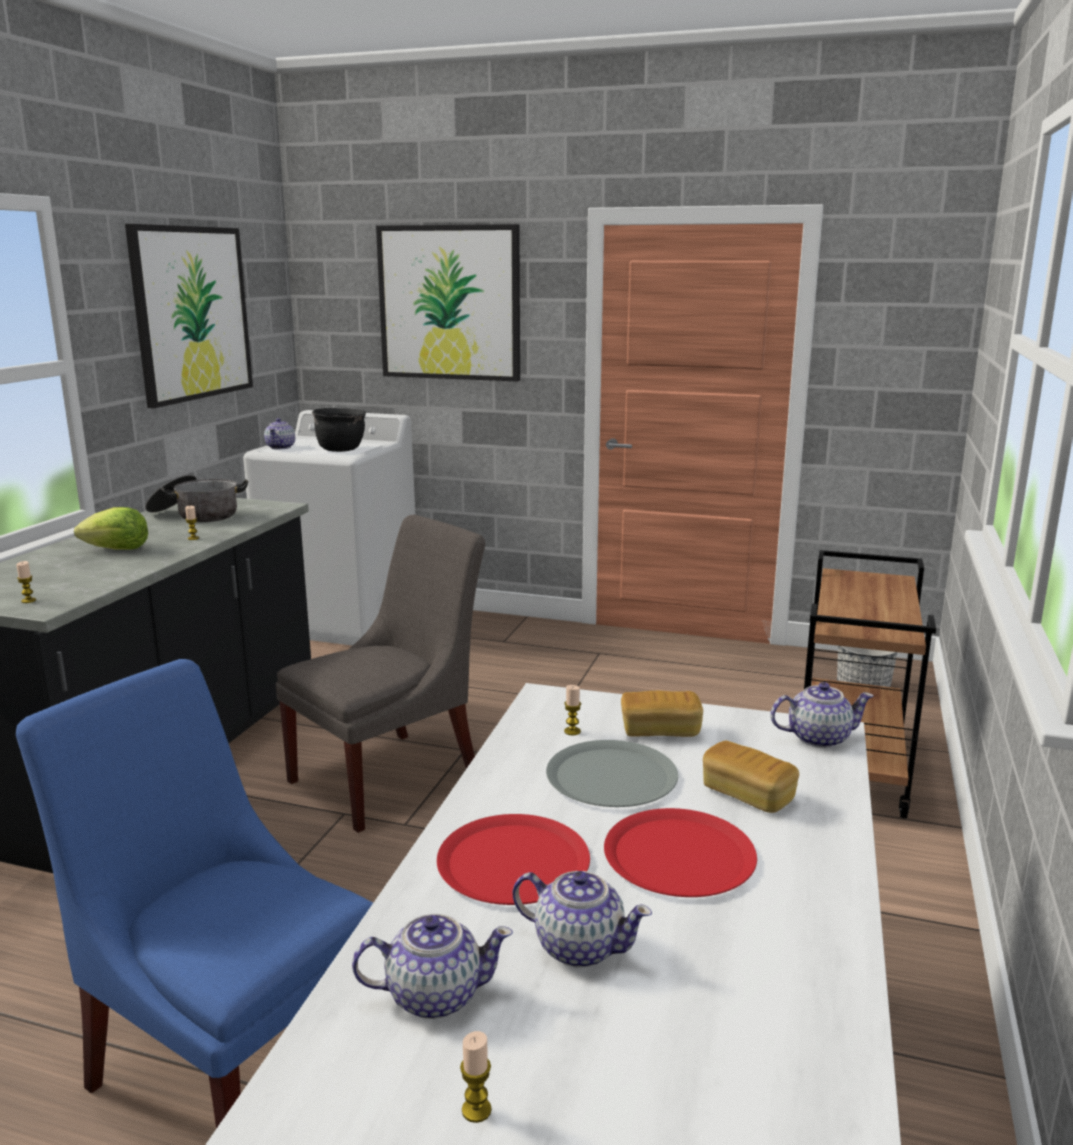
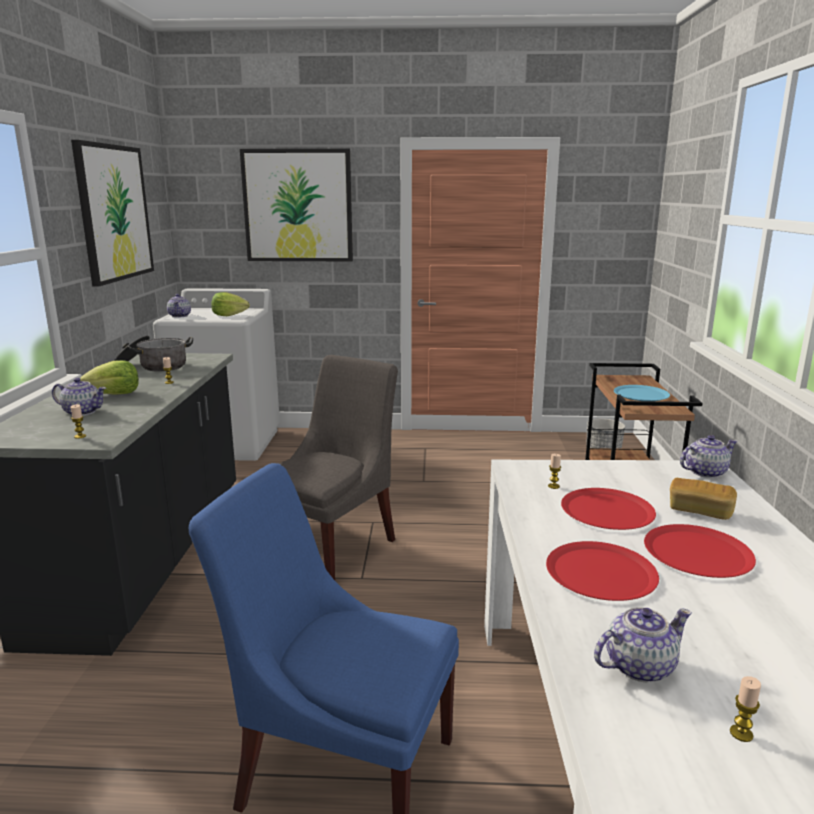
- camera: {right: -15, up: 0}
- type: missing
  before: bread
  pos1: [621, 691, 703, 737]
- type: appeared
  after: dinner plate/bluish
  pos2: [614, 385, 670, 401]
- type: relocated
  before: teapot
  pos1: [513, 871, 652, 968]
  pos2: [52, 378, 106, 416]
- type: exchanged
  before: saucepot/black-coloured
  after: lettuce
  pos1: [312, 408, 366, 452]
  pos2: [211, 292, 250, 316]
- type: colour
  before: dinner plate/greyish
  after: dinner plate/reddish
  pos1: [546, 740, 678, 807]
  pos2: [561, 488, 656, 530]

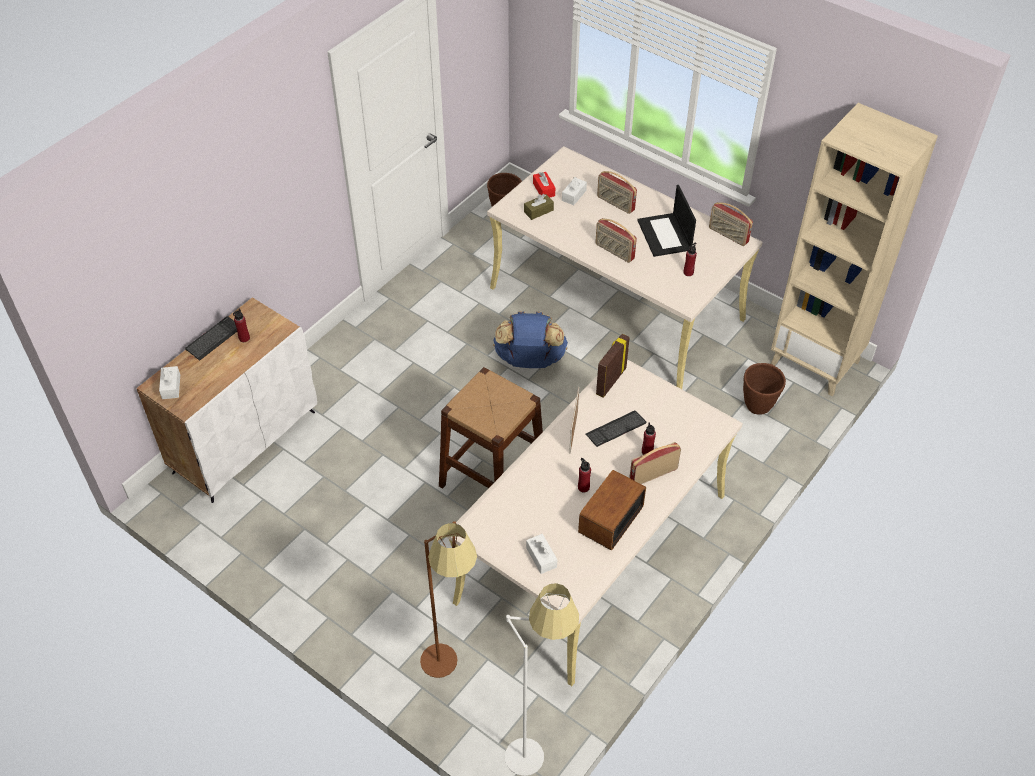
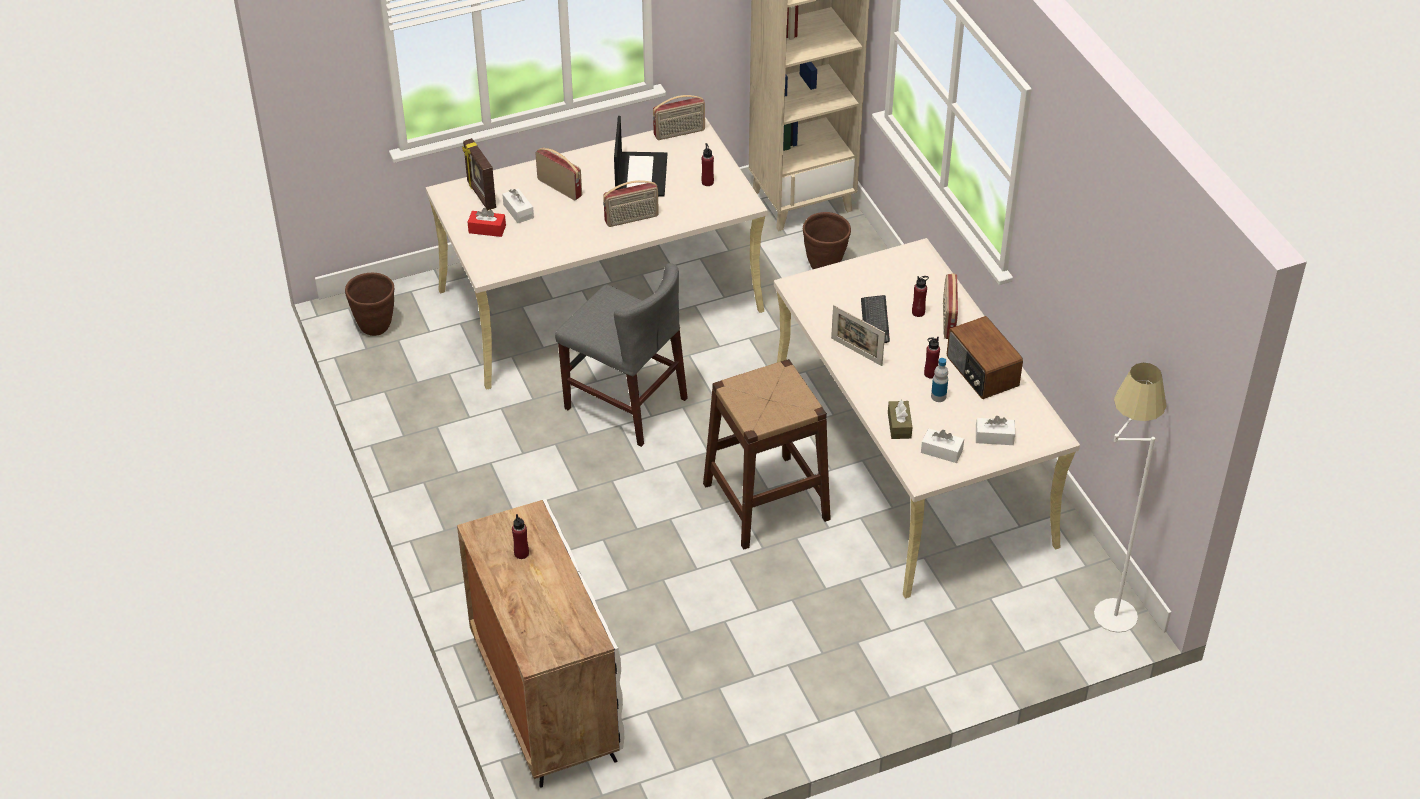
- camera: {right: -60, up: -5}
- type: missing
  before: computer keyboard
  pos1: [185, 316, 237, 361]
- type: missing
  before: floor lamp/brown
  pos1: [420, 521, 477, 678]
- type: appeared
  after: beverage bottle
  pos2: [931, 358, 948, 402]
- type: relocated
  before: tissue holder/white-coloured
  pos1: [159, 366, 180, 399]
  pos2: [921, 428, 964, 463]
- type: relocated
  before: tissue holder/brown
  pos1: [524, 194, 554, 220]
  pos2: [888, 399, 912, 439]
- type: relocated
  before: picture frame
  pos1: [596, 334, 630, 398]
  pos2: [462, 138, 496, 210]
- type: exchanged
  before: backpack/bluish
  after: plain chair/greyish
  pos1: [493, 311, 568, 368]
  pos2: [555, 263, 688, 447]
- type: spun
  before: radio set
  pos1: [597, 171, 637, 214]
  pos2: [536, 147, 582, 201]
  turn: -120
- type: spun
  before: notebook computer
  pos1: [637, 185, 696, 257]
  pos2: [614, 116, 667, 197]
  turn: -105

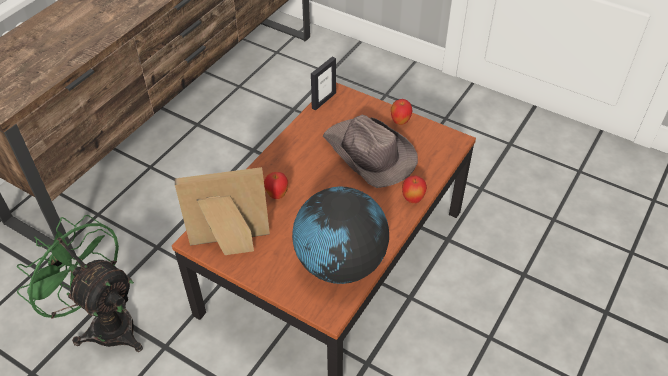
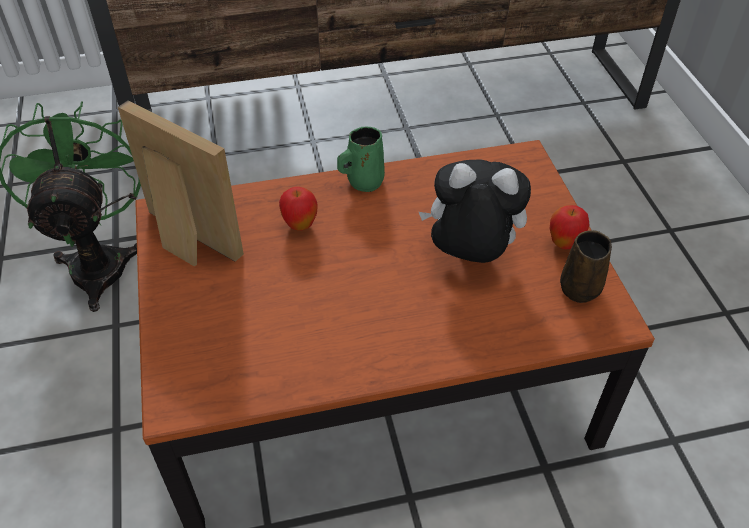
- camera: {right: 45, up: 0}
- type: missing
  before: globe
  pos1: [292, 186, 389, 284]
- type: missing
  before: picture frame
  pos1: [311, 57, 336, 111]
- type: missing
  before: apple fruit
  pos1: [402, 175, 427, 203]
- type: appeared
  after: mug/green
  pos2: [337, 127, 385, 192]
- type: appeared
  after: mug/brown
  pos2: [560, 230, 612, 303]
- type: exchanged
  before: clothing hat/brown
  after: plush toy
  pos1: [323, 115, 418, 188]
  pos2: [419, 159, 531, 263]

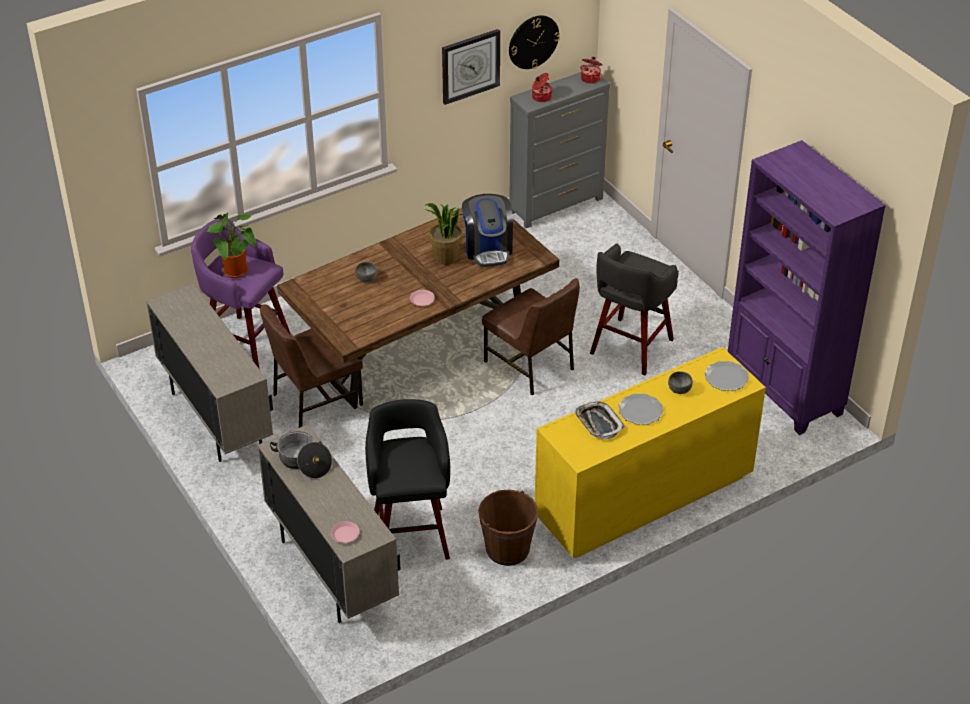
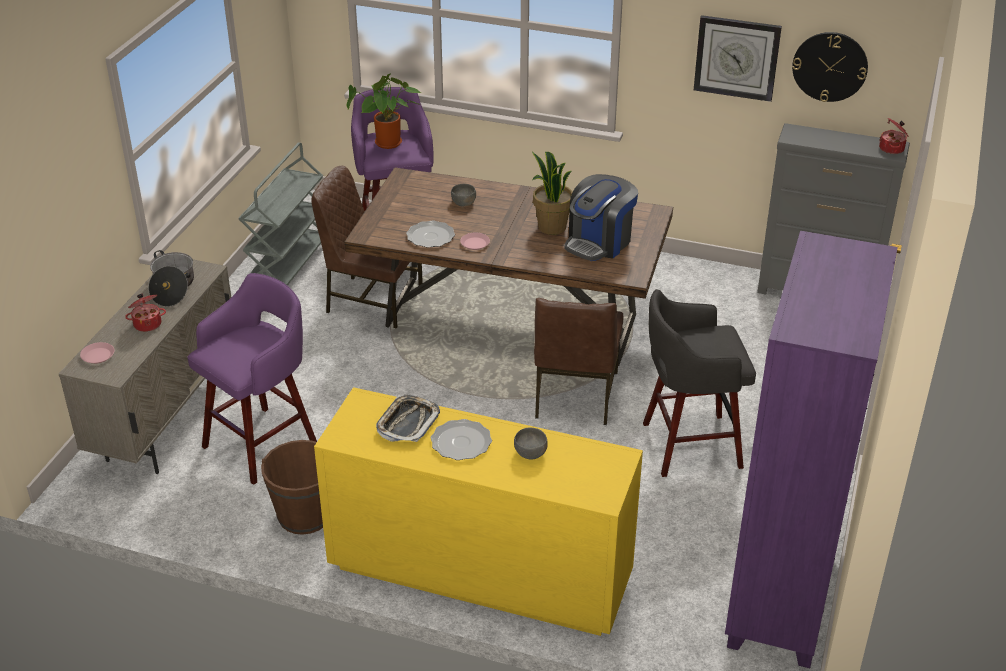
- camera: {right: 50, up: -5}
- type: relocated
  before: saucepot
  pos1: [532, 73, 552, 102]
  pos2: [125, 293, 166, 332]
- type: relocated
  before: dinner plate
  pos1: [705, 361, 749, 391]
  pos2: [406, 221, 455, 247]
- type: exchanged
  before: cabinet/beige
  after: cart/greyish
  pos1: [146, 283, 273, 462]
  pos2: [239, 142, 323, 286]
- type: colour
  before: stool/black-coloured
  after: stool/purple-coloured
  pos1: [365, 399, 450, 560]
  pos2: [187, 273, 317, 485]

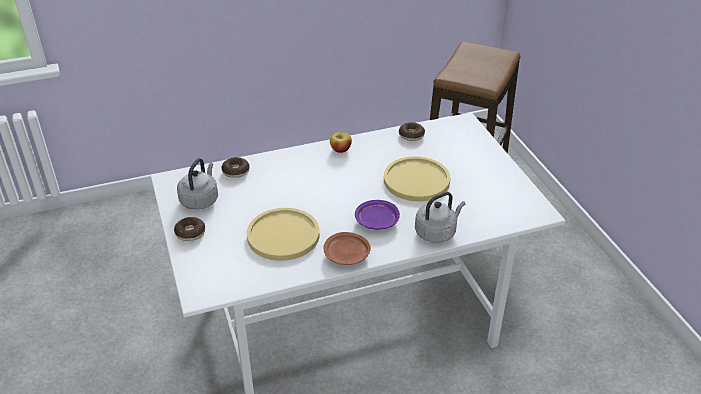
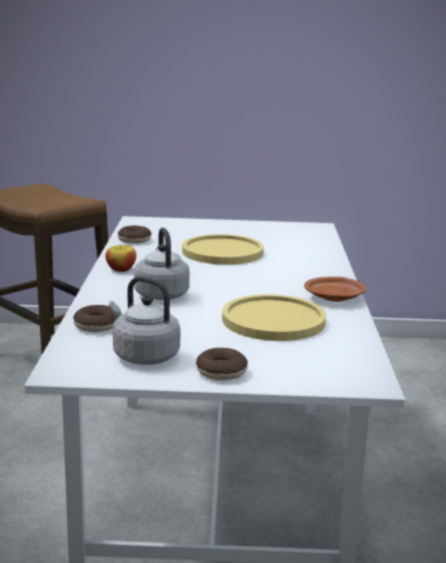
- camera: {right: -70, up: -20}
- type: missing
  before: dinner plate/purple-coloured
  pos1: [355, 200, 400, 230]
- type: relocated
  before: tea kettle/greyish
  pos1: [415, 192, 465, 243]
  pos2: [134, 227, 190, 300]

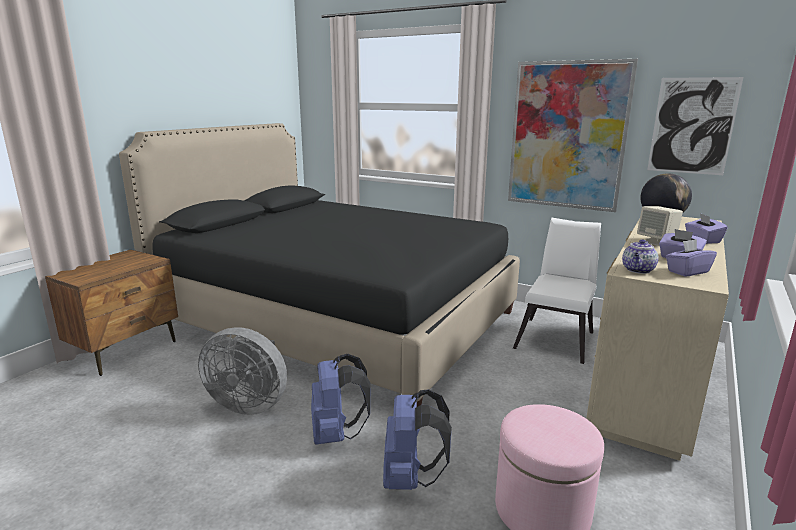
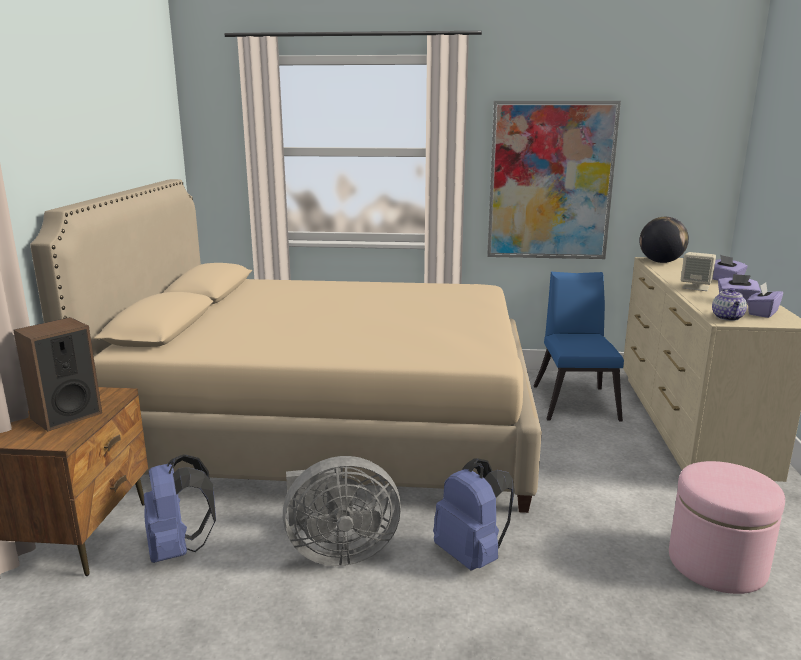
- camera: {right: -25, up: 0}
- type: missing
  before: picture
  pos1: [647, 77, 743, 175]
- type: appeared
  after: audio speaker
  pos2: [14, 317, 102, 431]
- type: relocated
  before: backpack/bluish
  pos1: [383, 389, 452, 490]
  pos2: [144, 454, 216, 563]
- type: colour
  before: sleeping bed/black-coloured
  after: sleeping bed/beige
  pos1: [119, 123, 520, 407]
  pos2: [30, 179, 542, 513]
- type: colour
  before: plain chair/white-coloured
  after: plain chair/bluish
  pos1: [513, 218, 601, 364]
  pos2: [533, 272, 624, 421]

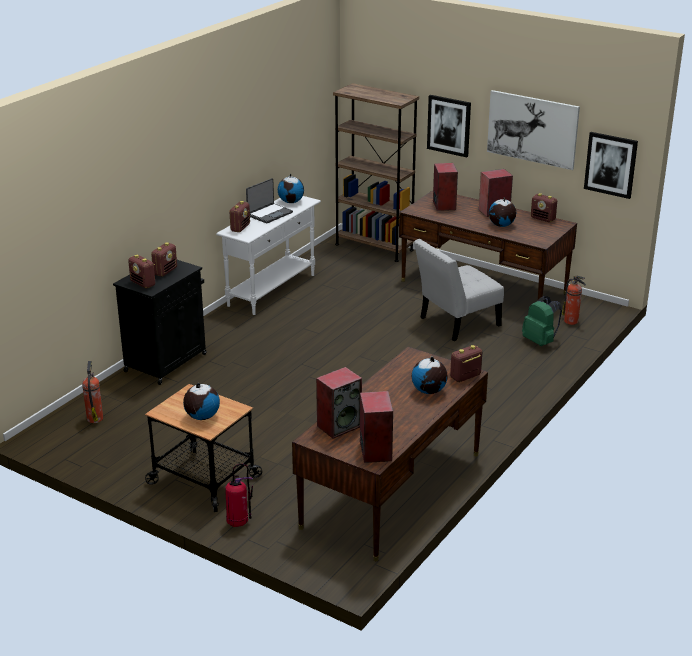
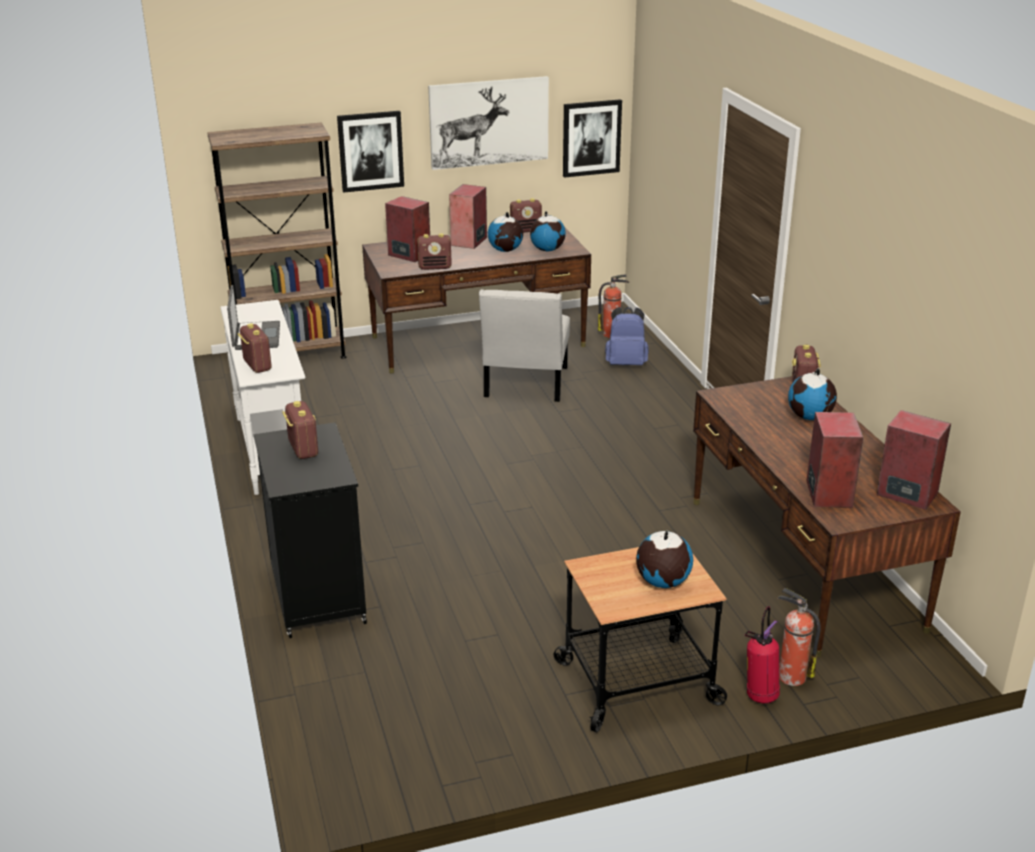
- camera: {right: -50, up: 0}
- type: relocated
  before: extinguisher
  pos1: [82, 361, 103, 423]
  pos2: [777, 588, 821, 686]
- type: relocated
  before: radio set
  pos1: [128, 255, 155, 289]
  pos2: [417, 234, 452, 270]
- type: relocated
  before: globe
  pos1: [278, 173, 304, 203]
  pos2: [530, 211, 566, 251]
- type: colour
  before: backpack/green
  after: backpack/bluish
  pos1: [522, 296, 562, 346]
  pos2: [605, 307, 649, 365]

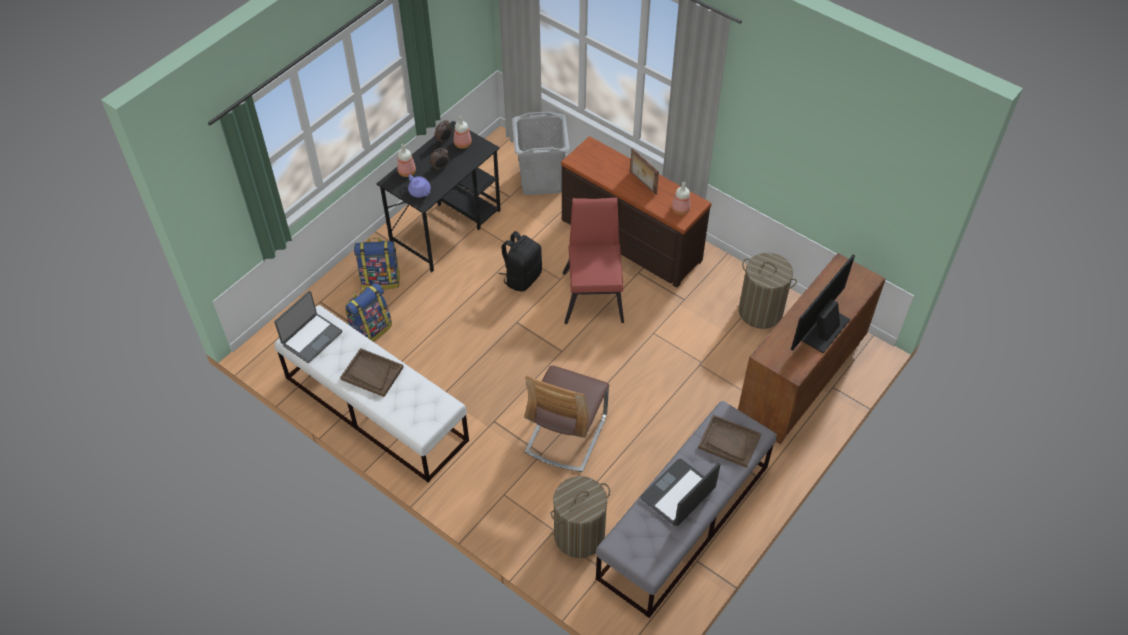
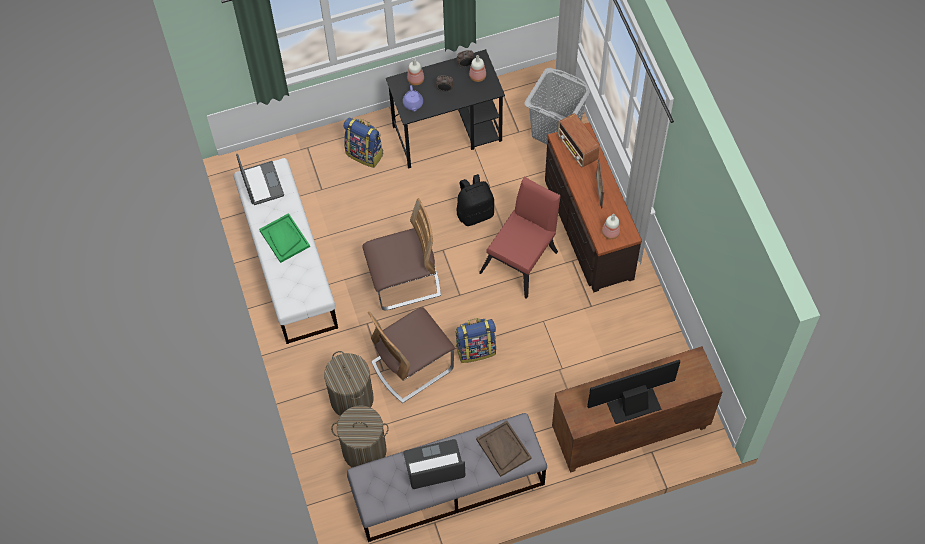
- camera: {right: 35, up: 10}
- type: appeared
  after: plain chair
  pos2: [362, 198, 441, 310]
- type: appeared
  after: radio set
  pos2: [558, 113, 599, 167]
- type: relocated
  before: backpack
  pos1: [345, 283, 392, 342]
  pos2: [456, 318, 496, 363]
- type: relocated
  before: laundry basket
  pos1: [739, 253, 797, 329]
  pos2: [324, 351, 374, 416]
- type: colour
  before: carrying tray/brown
  after: carrying tray/green
  pos1: [340, 348, 404, 397]
  pos2: [259, 213, 310, 263]
- type: spun
  before: notebook computer
  pos1: [274, 291, 343, 363]
  pos2: [236, 154, 284, 205]
  turn: -90

